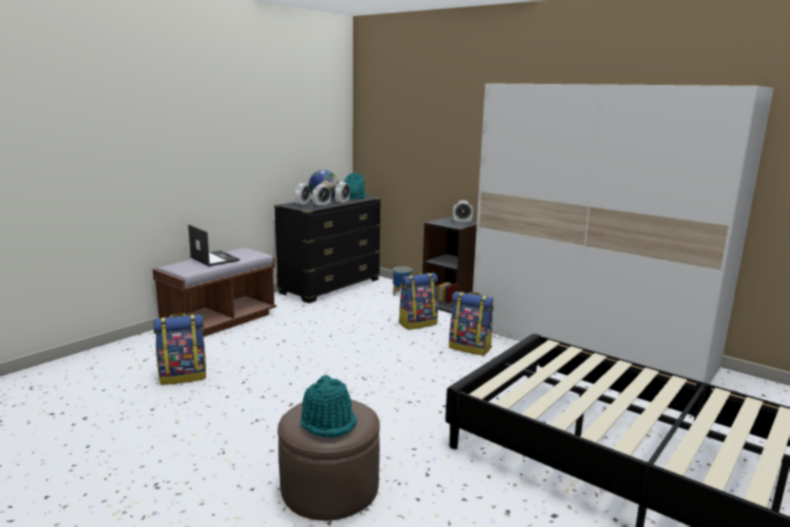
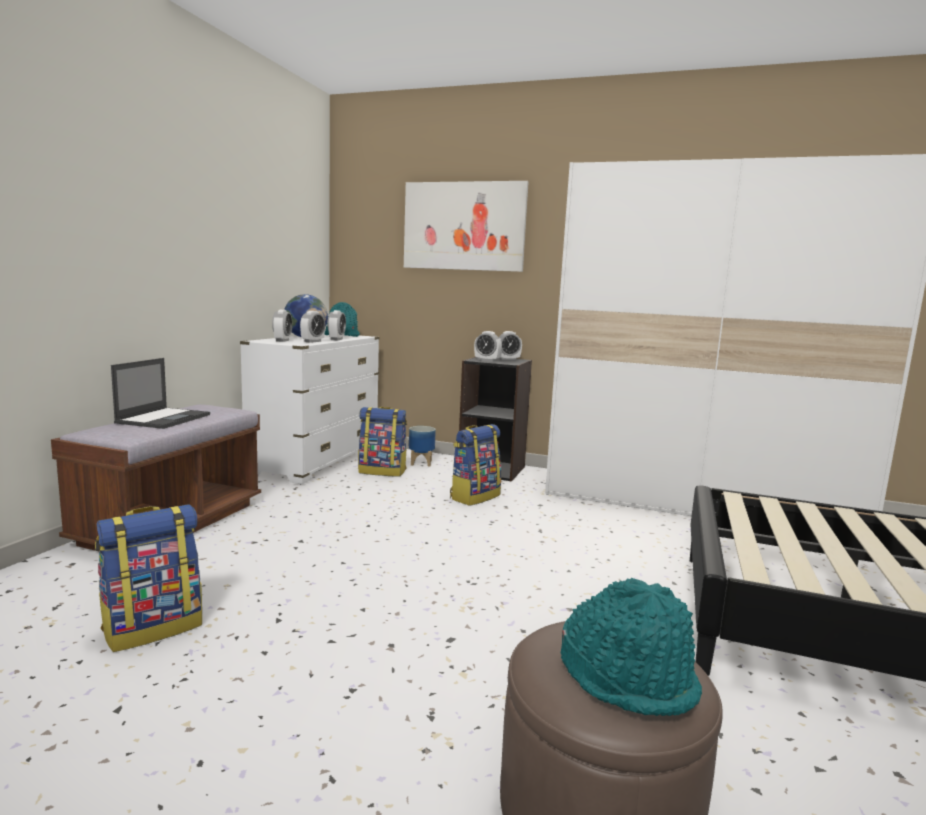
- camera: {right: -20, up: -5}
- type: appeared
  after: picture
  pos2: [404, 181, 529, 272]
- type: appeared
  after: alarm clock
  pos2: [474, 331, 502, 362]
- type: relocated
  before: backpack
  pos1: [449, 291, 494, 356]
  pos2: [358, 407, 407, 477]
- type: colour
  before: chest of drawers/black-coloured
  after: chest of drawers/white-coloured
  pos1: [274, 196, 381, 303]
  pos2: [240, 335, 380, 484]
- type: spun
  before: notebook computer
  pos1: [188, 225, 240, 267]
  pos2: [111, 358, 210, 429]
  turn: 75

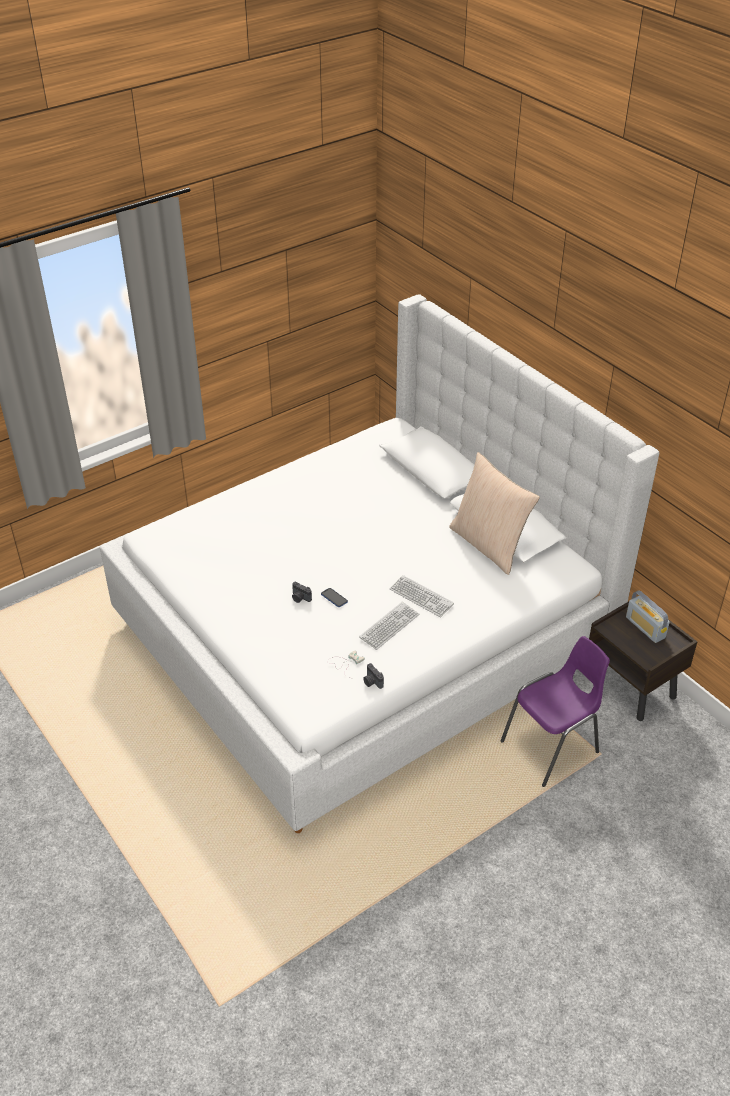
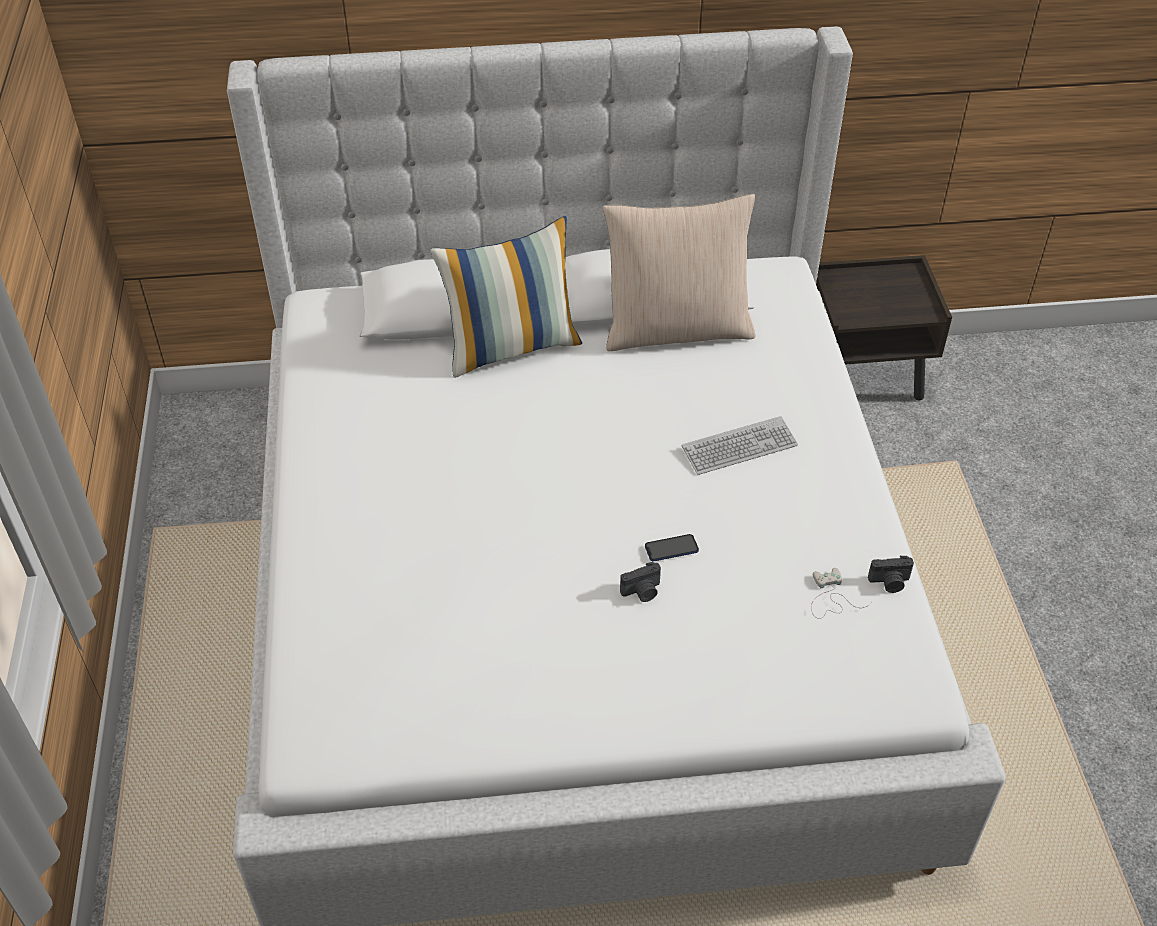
- camera: {right: -60, up: 5}
- type: missing
  before: computer keyboard
  pos1: [359, 602, 419, 650]
- type: missing
  before: plain chair/purple-coloured
  pos1: [501, 636, 610, 787]
- type: missing
  before: radio set
  pos1: [626, 590, 670, 643]
- type: appeared
  after: cushion
  pos2: [430, 216, 582, 378]

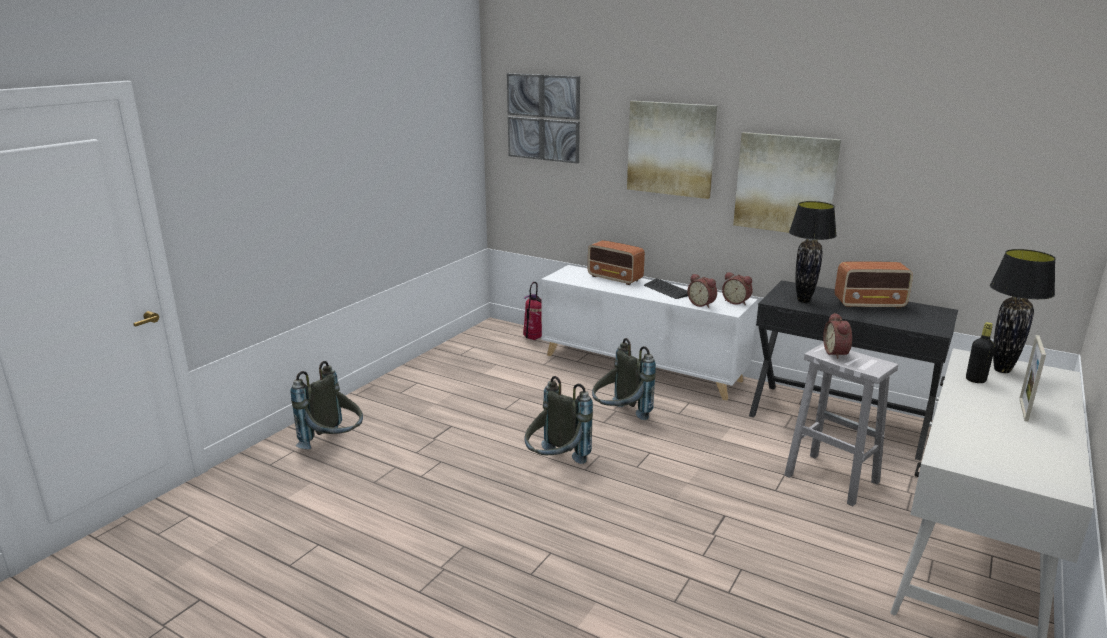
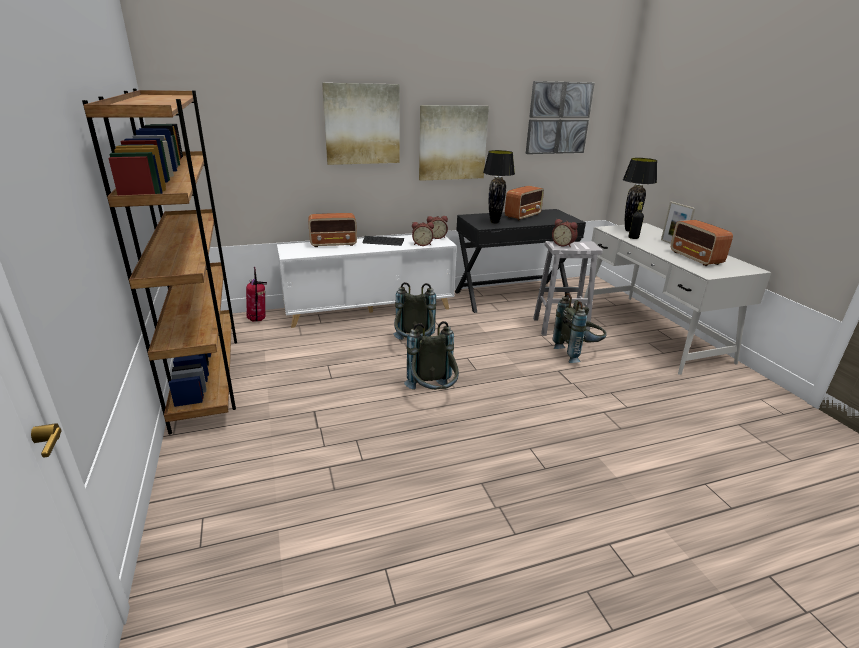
- camera: {right: -50, up: 5}
- type: appeared
  after: shelving unit/brown
  pos2: [82, 89, 237, 434]
- type: appeared
  after: radio set
  pos2: [671, 220, 733, 266]
- type: relocated
  before: backpack/greyish
  pos1: [291, 361, 363, 449]
  pos2: [553, 293, 607, 363]
- type: relocated
  before: picture
  pos1: [507, 73, 580, 163]
  pos2: [526, 81, 595, 154]

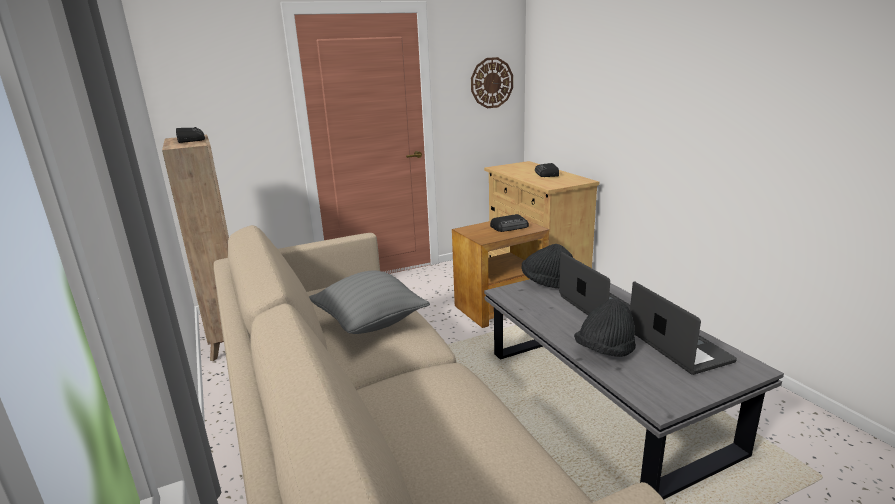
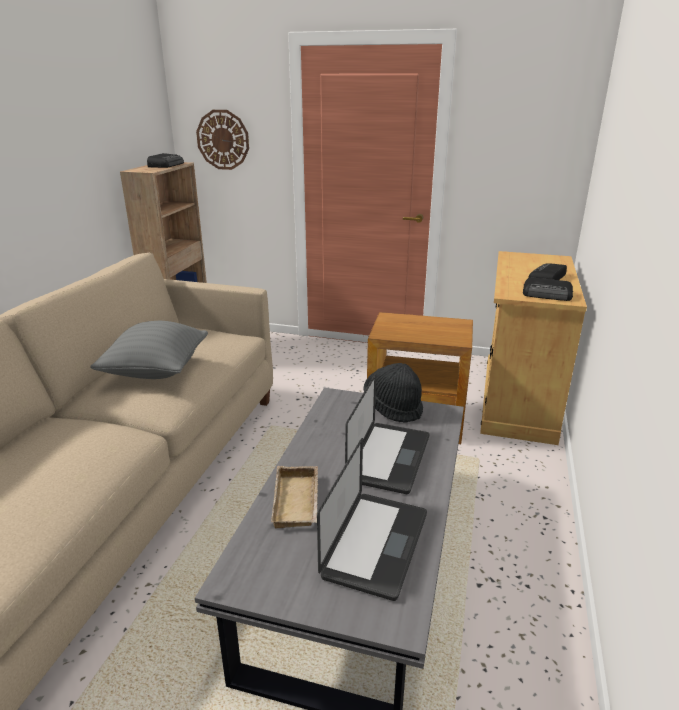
- camera: {right: 40, up: 5}
- type: relocated
  before: clock on the wall
  pos1: [471, 57, 513, 108]
  pos2: [196, 110, 249, 170]
- type: relocated
  before: radio set
  pos1: [490, 214, 529, 232]
  pos2: [523, 278, 573, 301]
- type: exchanged
  before: clothing hat/black-coloured
  after: carrying tray/beige
  pos1: [574, 299, 636, 357]
  pos2: [271, 466, 318, 529]

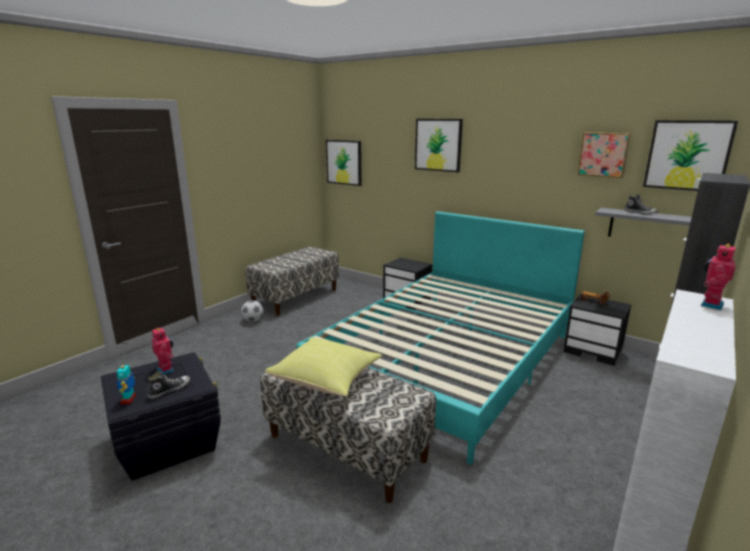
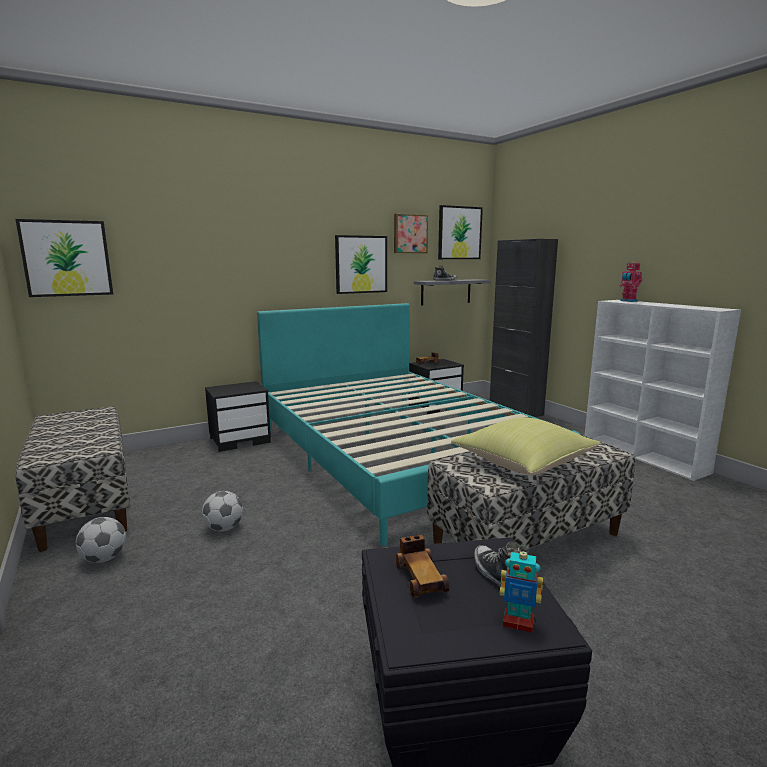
- camera: {right: -65, up: -5}
- type: appeared
  after: ball for football
  pos2: [202, 491, 243, 532]
- type: relocated
  before: picture
  pos1: [415, 119, 463, 172]
  pos2: [335, 235, 387, 294]
- type: exchanged
  before: toy robot
  after: toy car
  pos1: [152, 327, 174, 374]
  pos2: [396, 535, 450, 598]

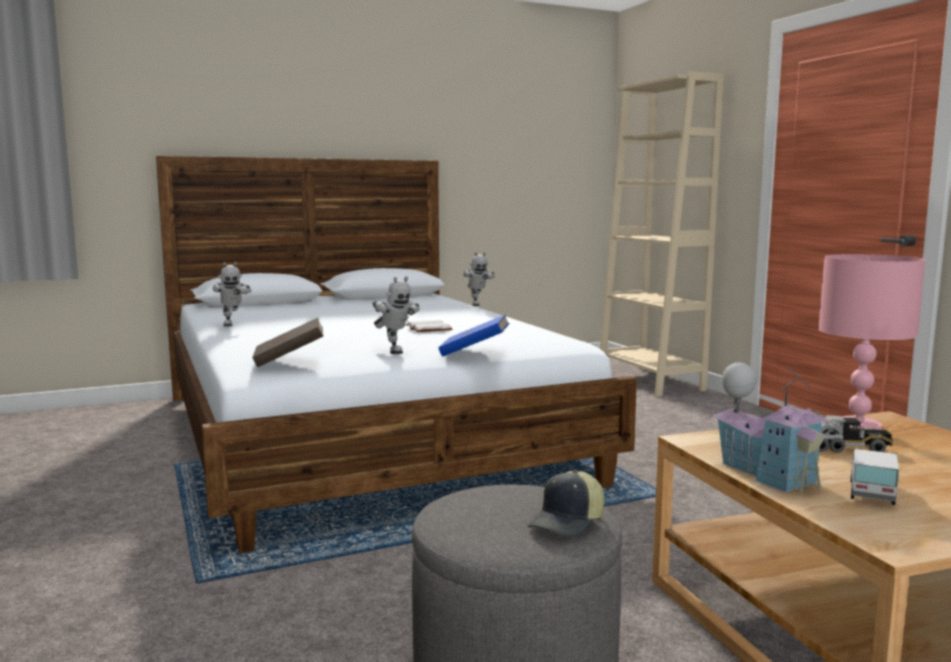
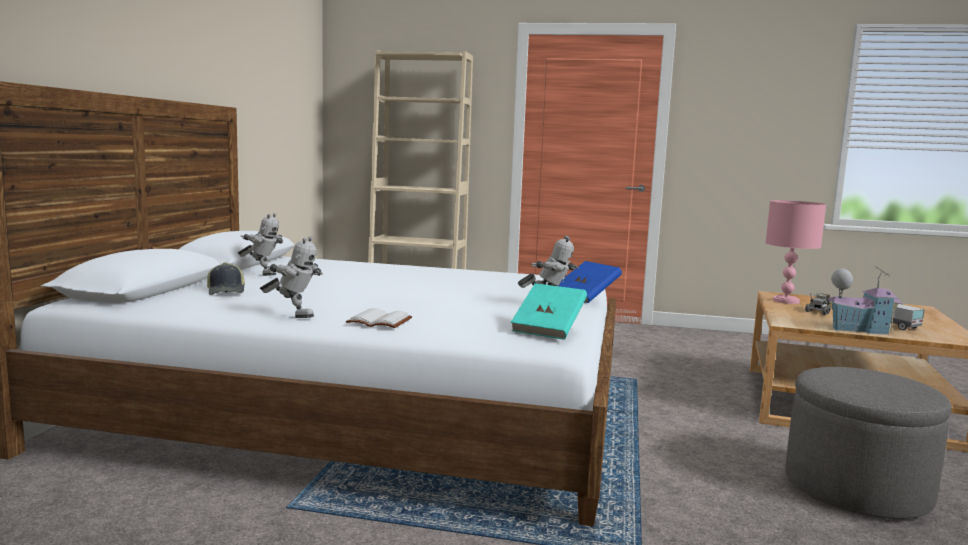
- camera: {right: -55, up: 0}
- type: relocated
  before: volume/white-coloured
  pos1: [406, 320, 452, 332]
  pos2: [346, 308, 412, 328]
- type: relocated
  before: toy robot
  pos1: [463, 252, 495, 306]
  pos2: [238, 213, 283, 276]
- type: relocated
  before: baseball cap
  pos1: [528, 470, 604, 538]
  pos2: [207, 262, 245, 295]
- type: colour
  before: volume/brown
  after: volume/turquoise-coloured
  pos1: [252, 318, 323, 367]
  pos2: [511, 283, 587, 340]

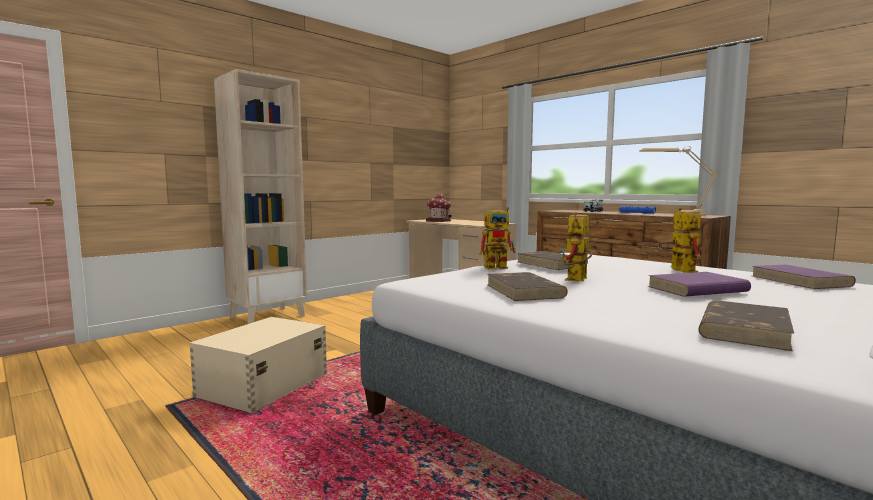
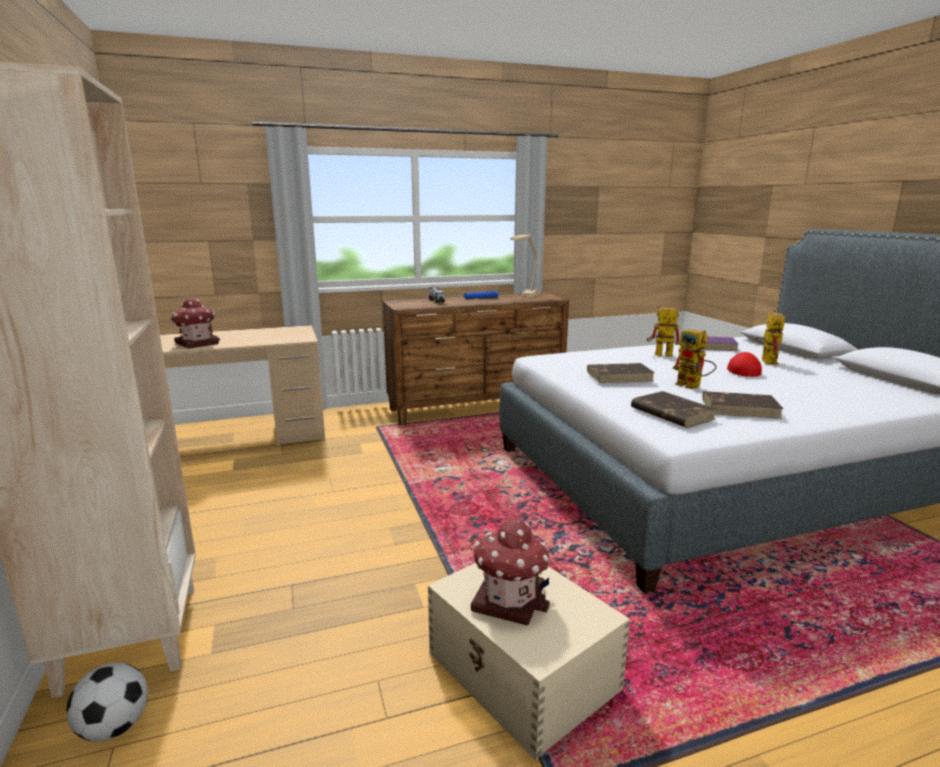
- camera: {right: -65, up: 10}
- type: appeared
  after: ball for football
  pos2: [66, 663, 148, 742]
- type: appeared
  after: model house
  pos2: [471, 518, 550, 625]
- type: relocated
  before: toy robot
  pos1: [479, 207, 516, 269]
  pos2: [755, 310, 785, 365]
- type: relocated
  before: volume/brown
  pos1: [698, 300, 794, 351]
  pos2: [631, 391, 717, 428]
- type: exchanged
  before: volume/purple-coloured
  after: baseball cap/reddish
  pos1: [648, 272, 751, 297]
  pos2: [727, 352, 762, 377]

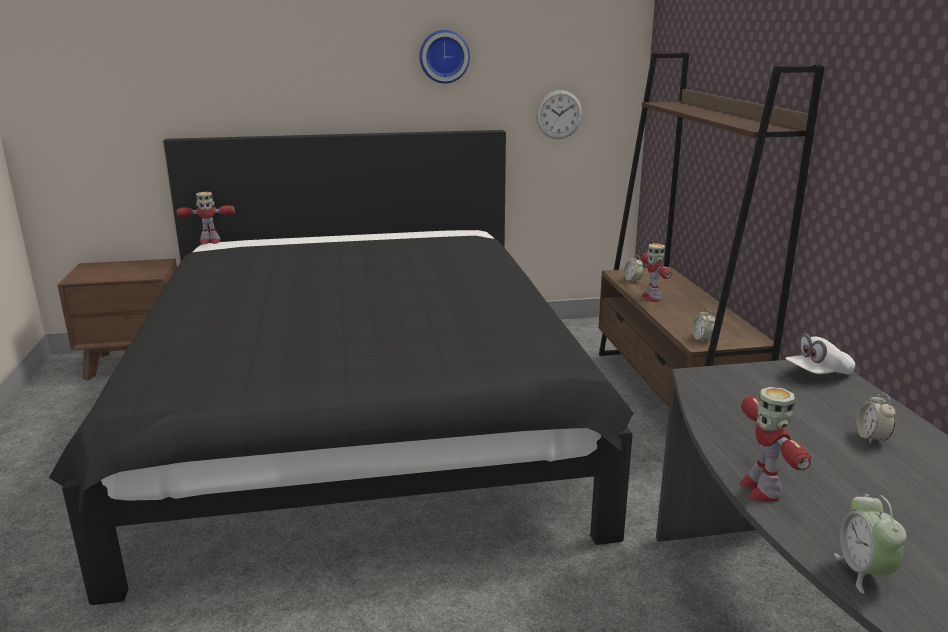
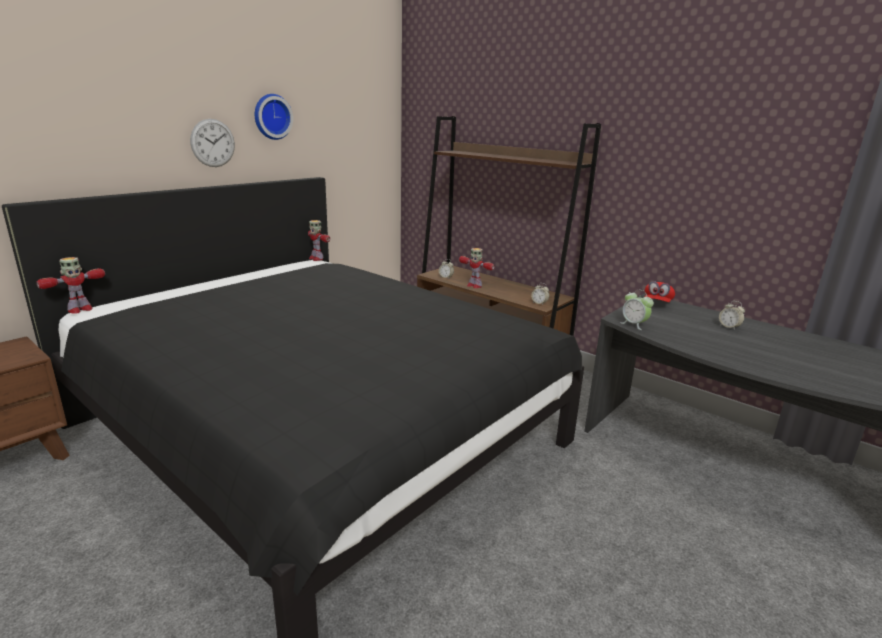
- camera: {right: -40, up: 0}
- type: relocated
  before: clock on the wall
  pos1: [536, 90, 582, 139]
  pos2: [190, 119, 235, 167]
- type: relocated
  before: toy robot
  pos1: [739, 387, 811, 502]
  pos2: [308, 220, 330, 261]
- type: relocated
  before: alarm clock
  pos1: [834, 494, 906, 594]
  pos2: [620, 290, 654, 330]
- type: colour
  before: baseball cap/white-coloured
  after: baseball cap/reddish
  pos1: [785, 334, 855, 375]
  pos2: [645, 281, 675, 302]

